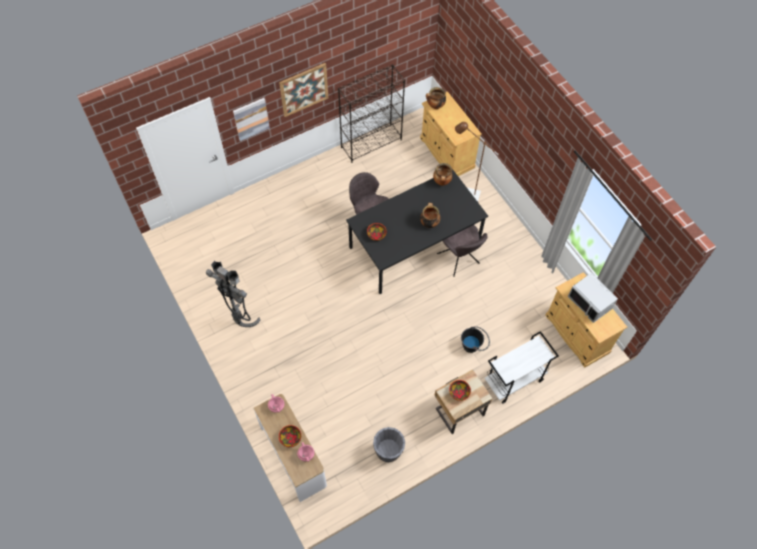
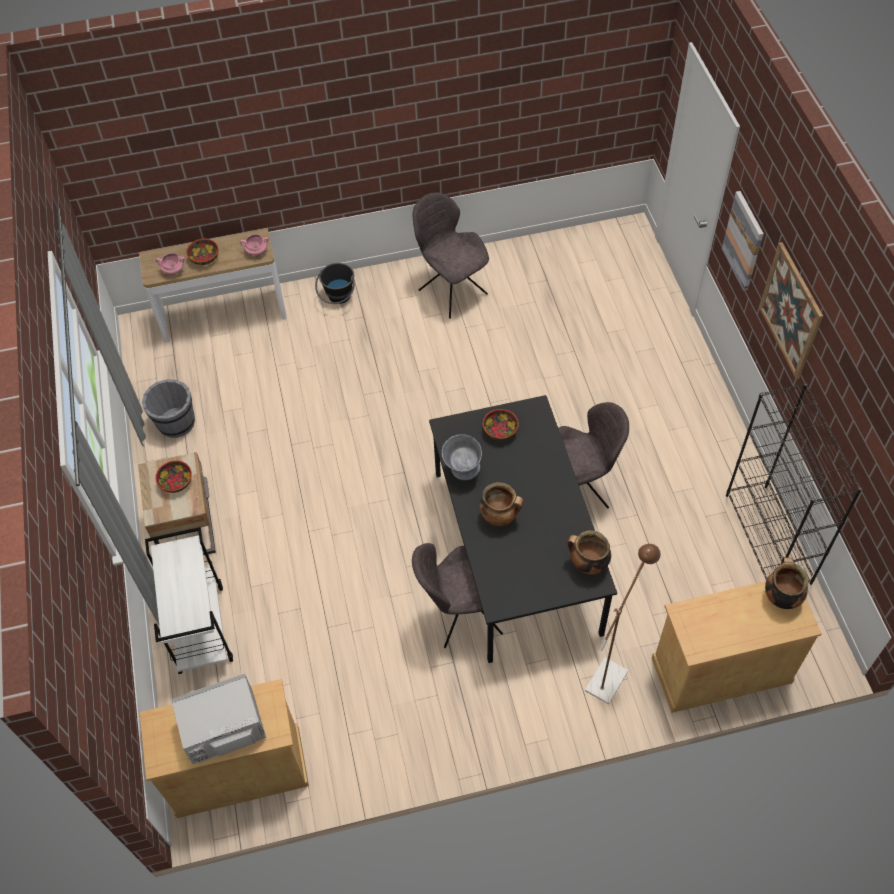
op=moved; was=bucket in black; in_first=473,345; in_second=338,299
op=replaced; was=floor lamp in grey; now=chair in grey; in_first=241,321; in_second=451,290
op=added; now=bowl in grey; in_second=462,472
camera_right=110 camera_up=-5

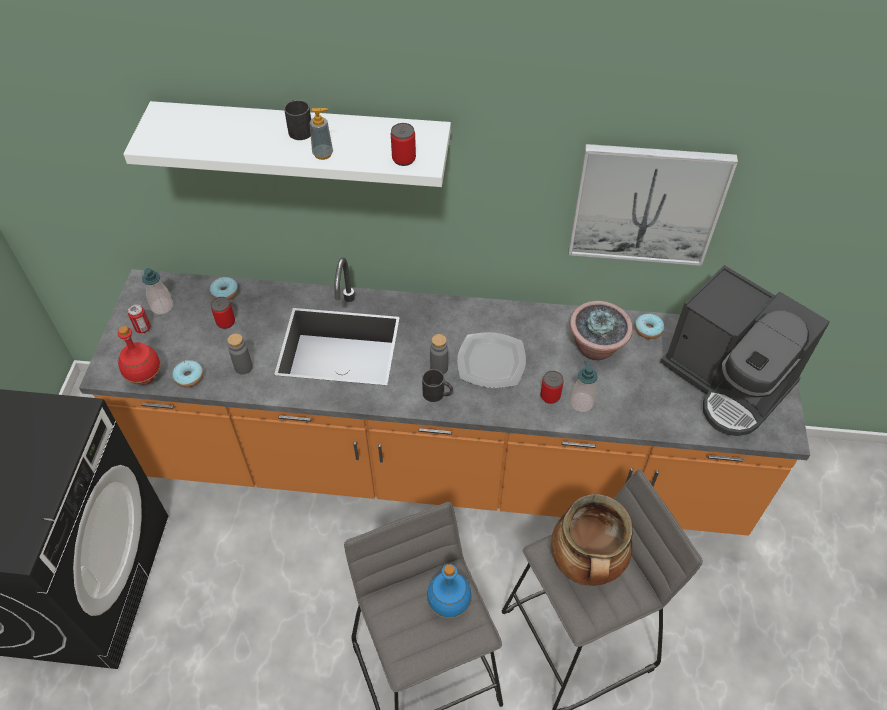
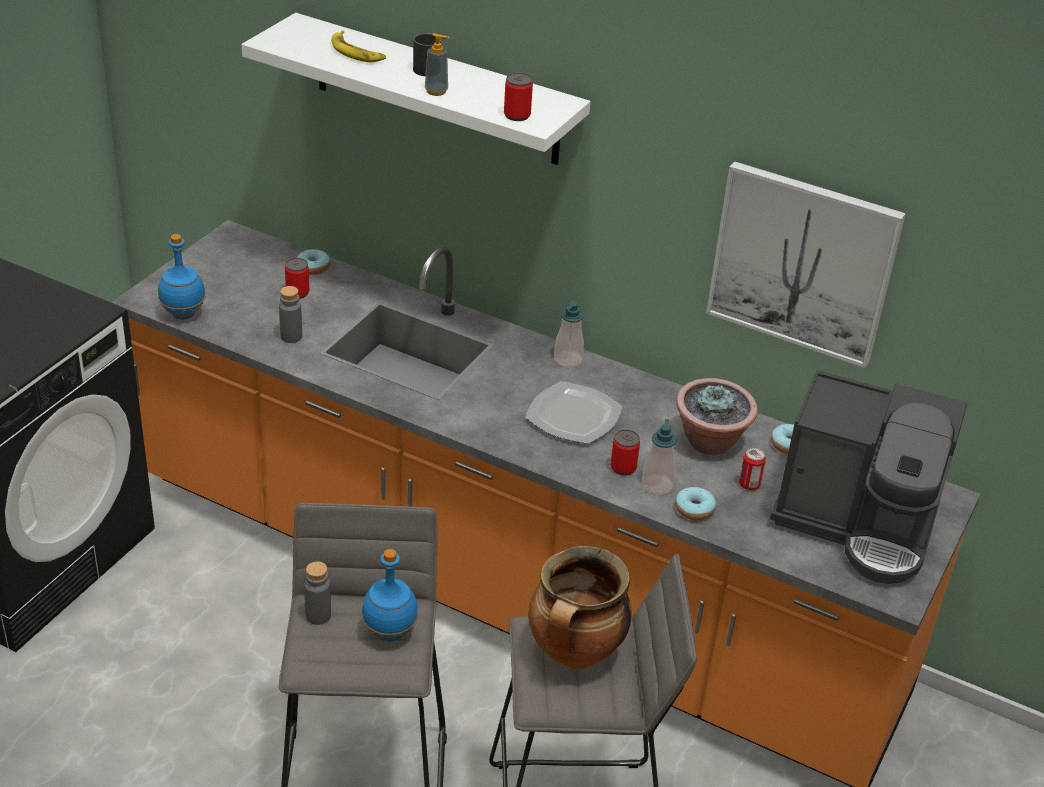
op=recoloured; was=bottle in red; now=bottle in blue; in_first=145,377; in_second=182,314
op=moved; was=bottle in grey; in_first=439,368; in_second=318,615
op=added; now=banana; in_second=356,52
op=moved; was=soap dispenser; in_first=162,306; in_second=568,360
op=moved; was=donut; in_first=189,377; in_second=694,509
op=moved; was=can; in_first=143,328; in_second=749,485
op=turned; was=coffee machine; in_first=727,381; in_second=857,523; clockwise=-45
op=removed; was=mug in black; in_first=438,394
camera_right=20 camera_up=-15

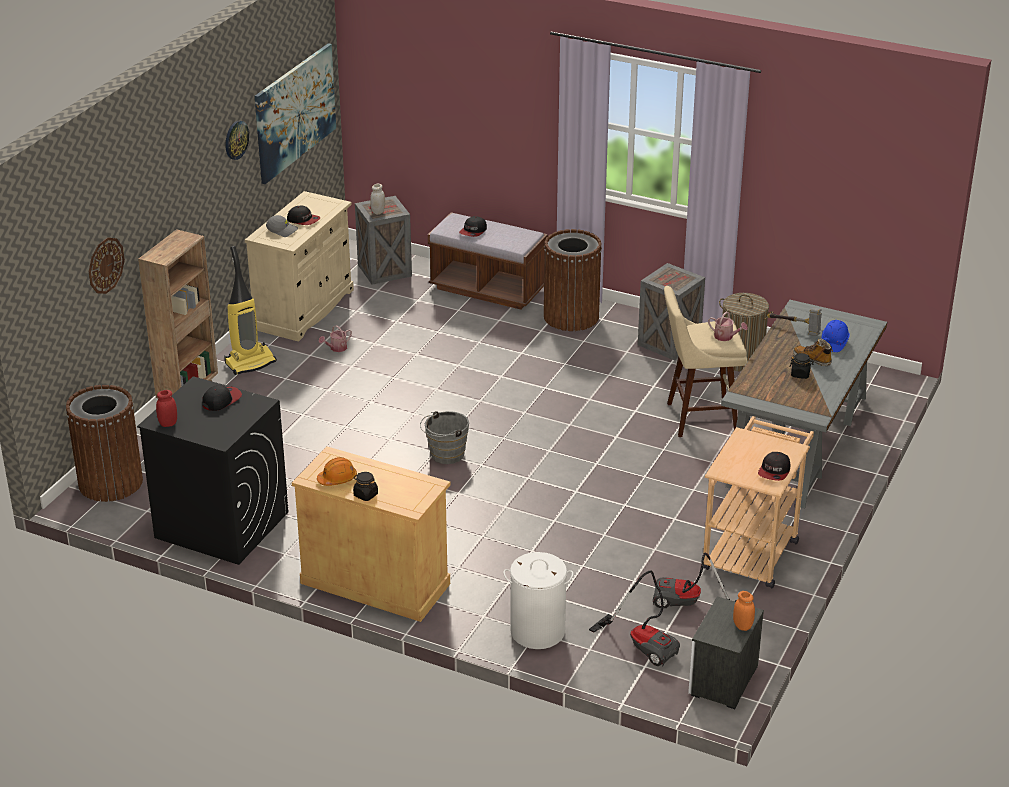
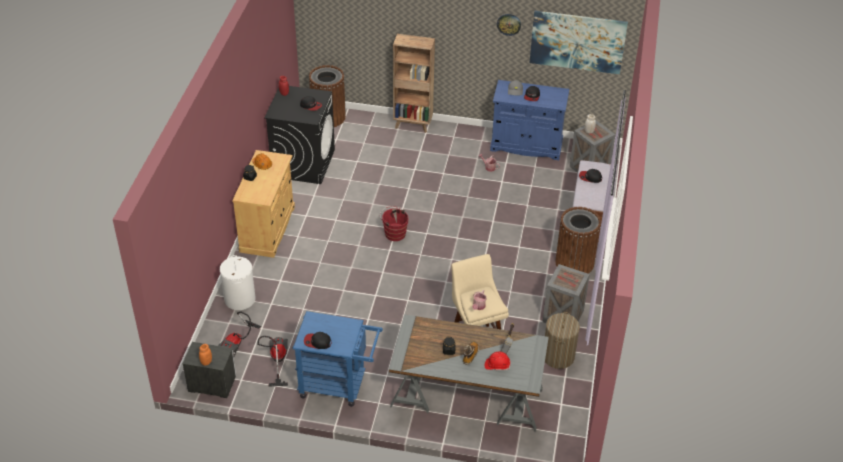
op=recoloured; was=cart in beige; now=cart in blue; in_first=753,549; in_second=339,385
op=recoloured; was=bucket in grey; now=bucket in red; in_first=444,455; in_second=394,233
op=recoloured; was=hard hat in blue; now=hard hat in red; in_first=834,343; in_second=497,365
op=recoloured; was=cabinet in beige; now=cabinet in blue; in_first=304,309; in_second=526,145
op=removed; was=wall clock; in_first=105,265
op=removed; was=vacuum cleaner; in_first=250,362
camera_right=75 camera_up=10

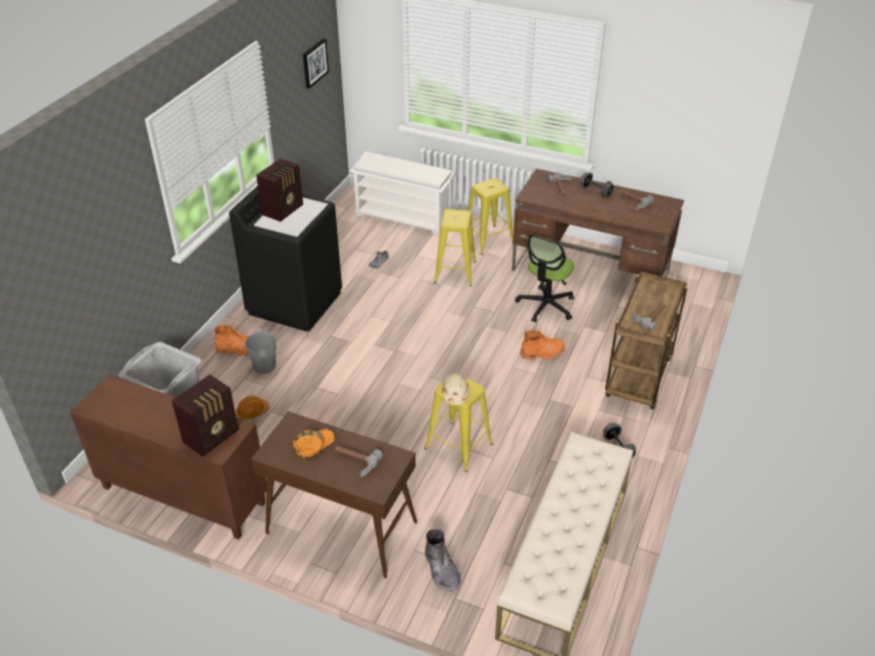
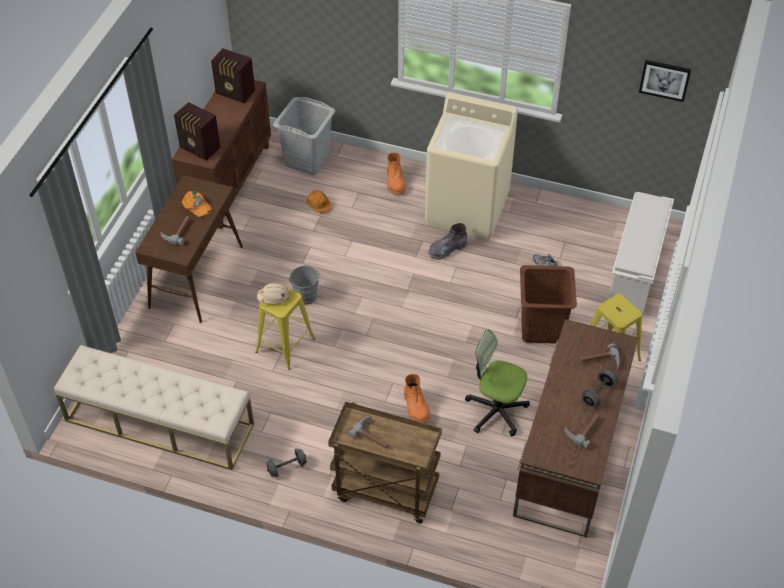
op=moved; was=radio; in_first=284,210; in_second=235,93
op=moved; was=bucket in grey; in_first=267,365; in_second=306,298
op=recoloured; was=washing machine in black; now=washing machine in beige; in_first=295,302; in_second=467,209
op=moved; was=boot in grey; in_first=442,570; in_second=447,249
op=replaced; was=stool in yellow; now=laundry basket in brown; in_first=455,272; in_second=542,328
camera_right=85 camera_up=10

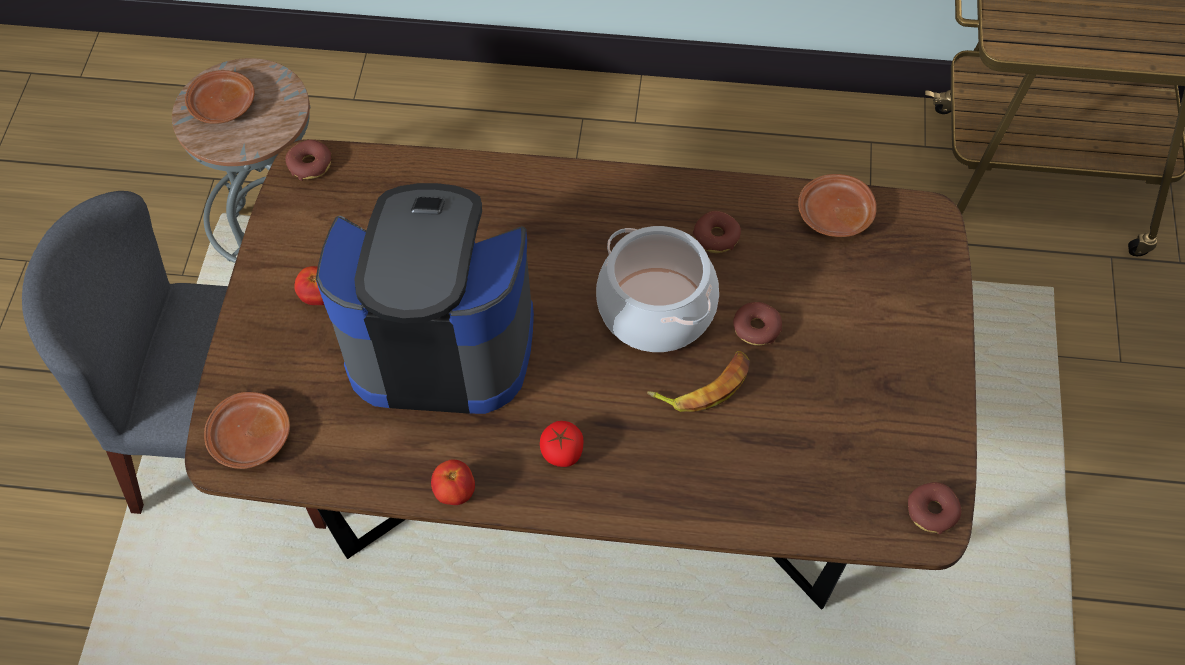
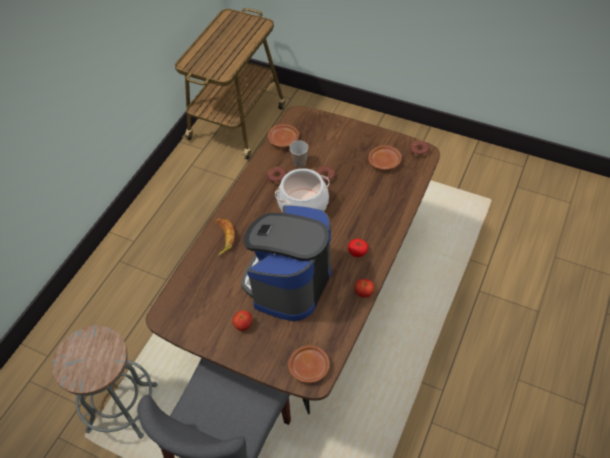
op=moved; was=banana; in_first=704,386; in_second=223,237
op=added; now=cup; in_second=299,162
op=moved; was=plate in brown; in_first=223,106; in_second=384,161
op=removed; was=donut; in_first=310,165
camera_right=-70 camera_up=-5

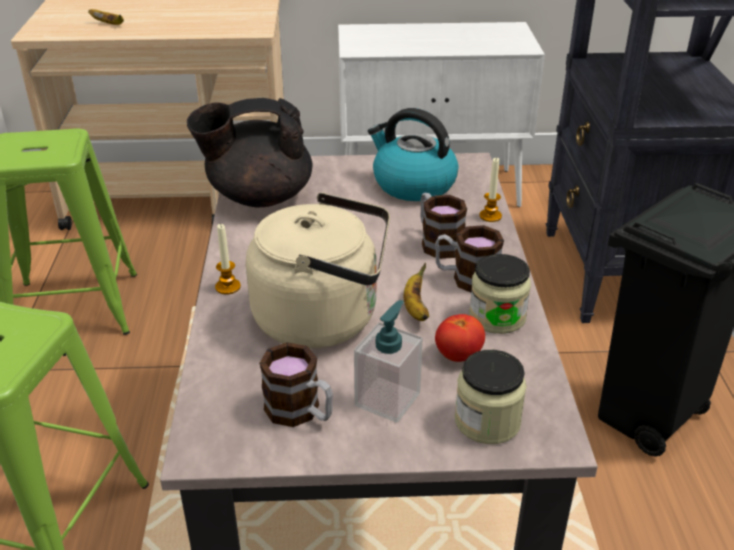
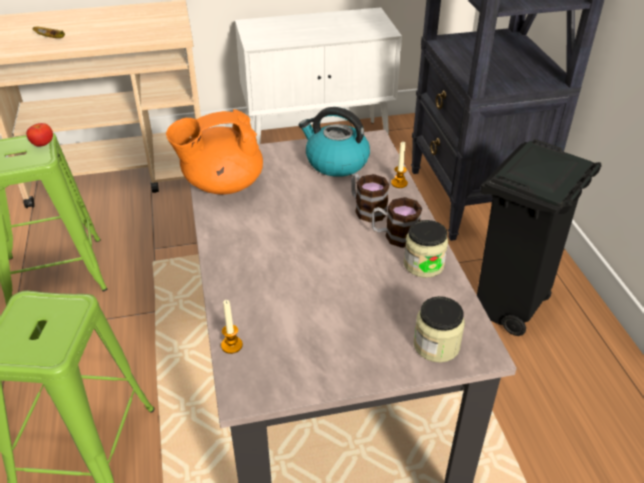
op=moved; was=tomato; in_first=458,355; in_second=43,144
op=recoloured; was=teapot in black; now=teapot in orange; in_first=258,197; in_second=222,185
op=moved; was=candle; in_first=228,287; in_second=231,345
op=removed; was=kettle in beige; in_first=324,318
op=removed; was=mug; in_first=301,412
op=removed; was=soap dispenser; in_first=387,399
op=removed; was=banana; in_first=415,308
camera_right=-10 camera_up=5

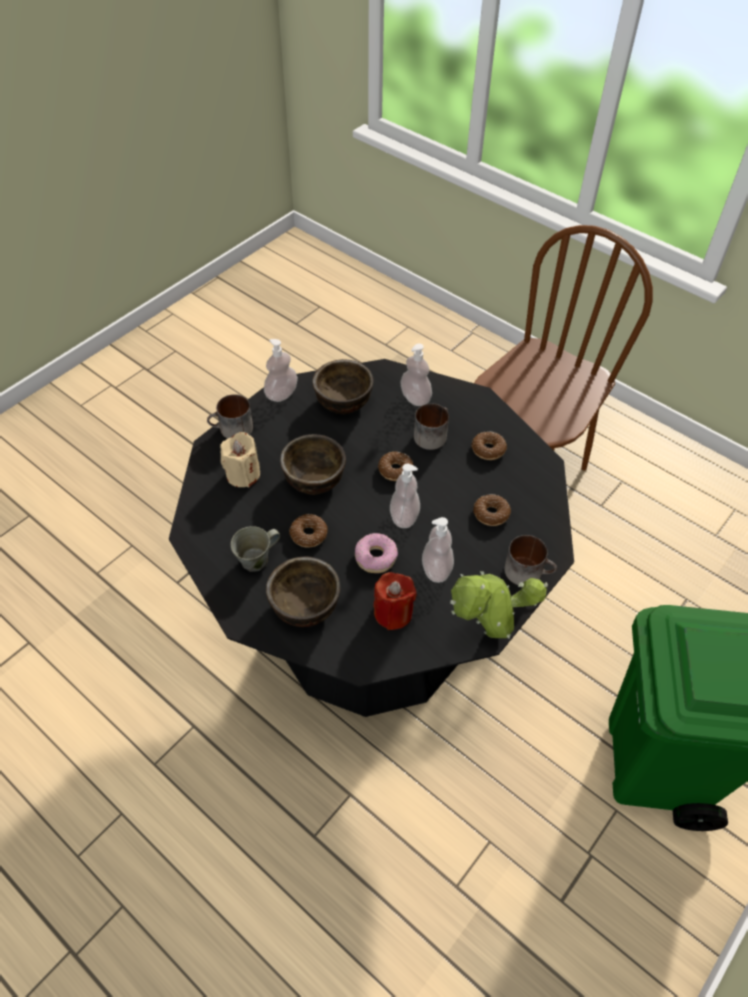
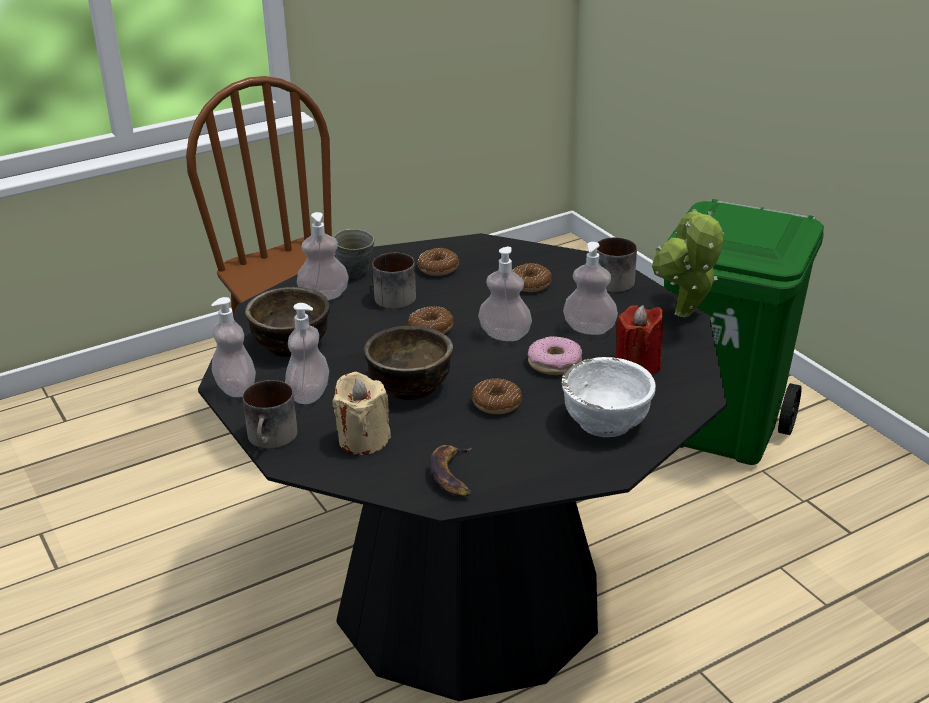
op=added; now=soap dispenser; in_second=309,394
op=moved; was=mug in grey; in_first=257,560; in_second=354,271
op=added; now=banana; in_second=453,475
op=recoloured; was=bowl in brown; now=bowl in white; in_first=305,606; in_second=605,422
camera_right=-70 camera_up=-20

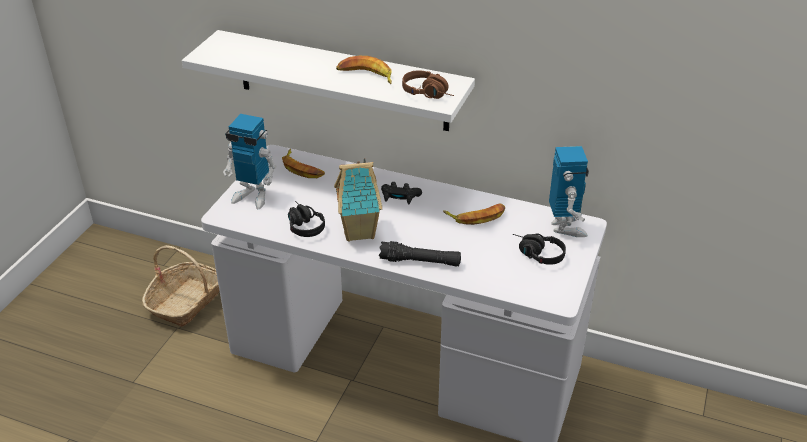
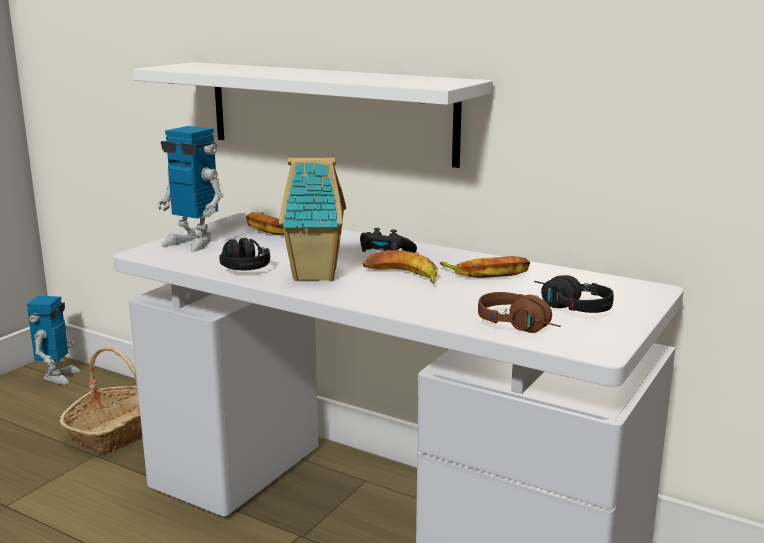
op=moved; was=toy robot; in_first=565,226; in_second=58,376
op=moved; was=banana; in_first=366,75; in_second=402,276
op=moved; was=headphones in brown; in_first=430,94; in_second=521,326
op=removed; was=flashlight in black; in_first=420,261
camera_right=10 camera_up=-20

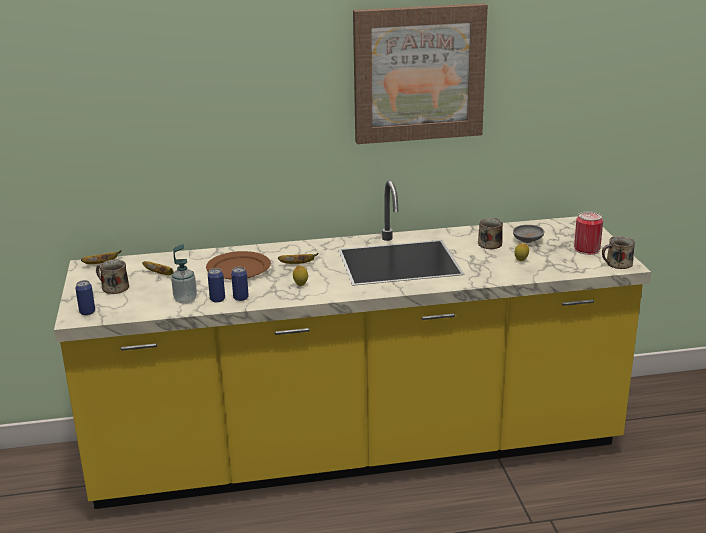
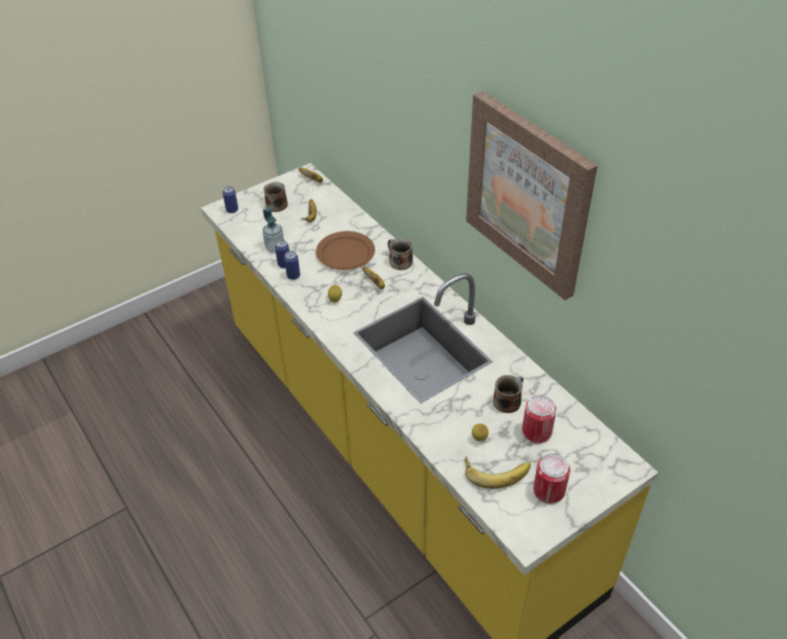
op=moved; was=mug; in_first=618,264; in_second=399,261
op=added; now=banana; in_second=496,470
op=replaced; was=bowl in grey; now=can; in_first=528,241; in_second=536,432
camera_right=65 camera_up=20

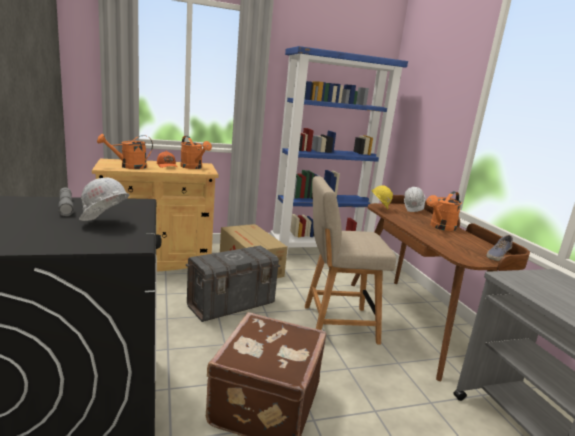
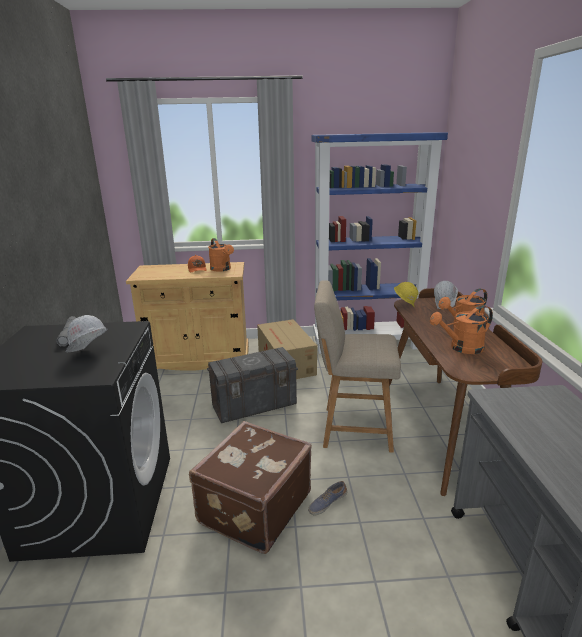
op=moved; was=shoe; in_first=497,255; in_second=327,503
op=moved; was=watering can in orange; in_first=129,166; in_second=461,348
camera_right=15 camera_up=5

